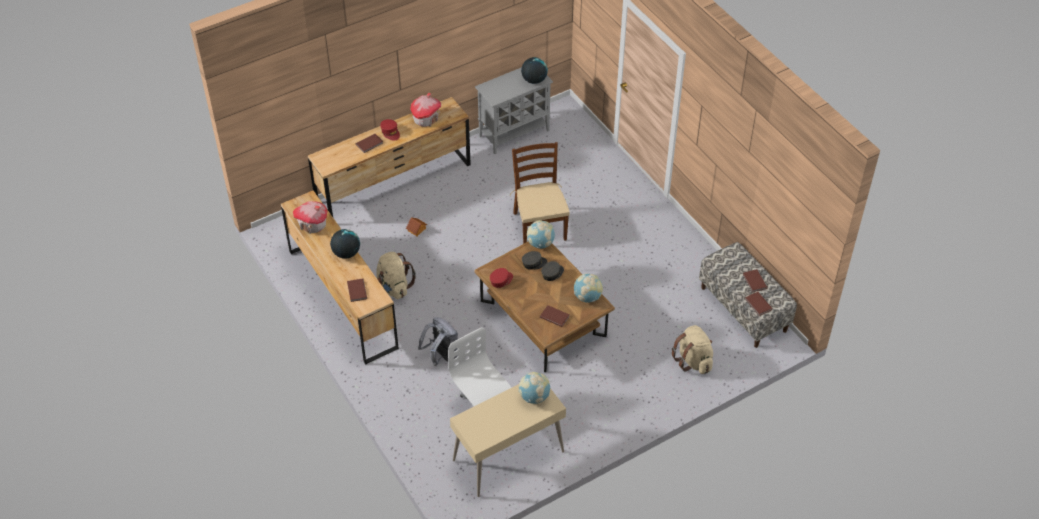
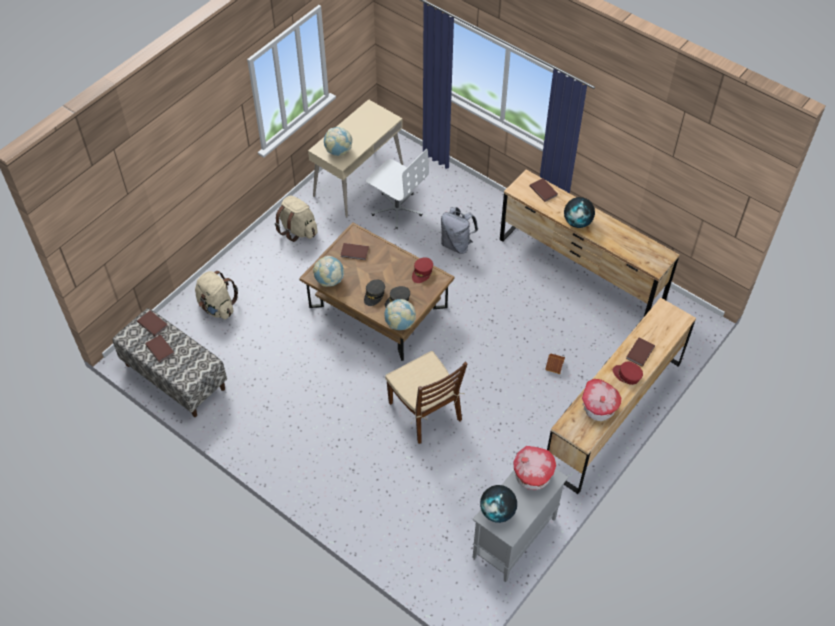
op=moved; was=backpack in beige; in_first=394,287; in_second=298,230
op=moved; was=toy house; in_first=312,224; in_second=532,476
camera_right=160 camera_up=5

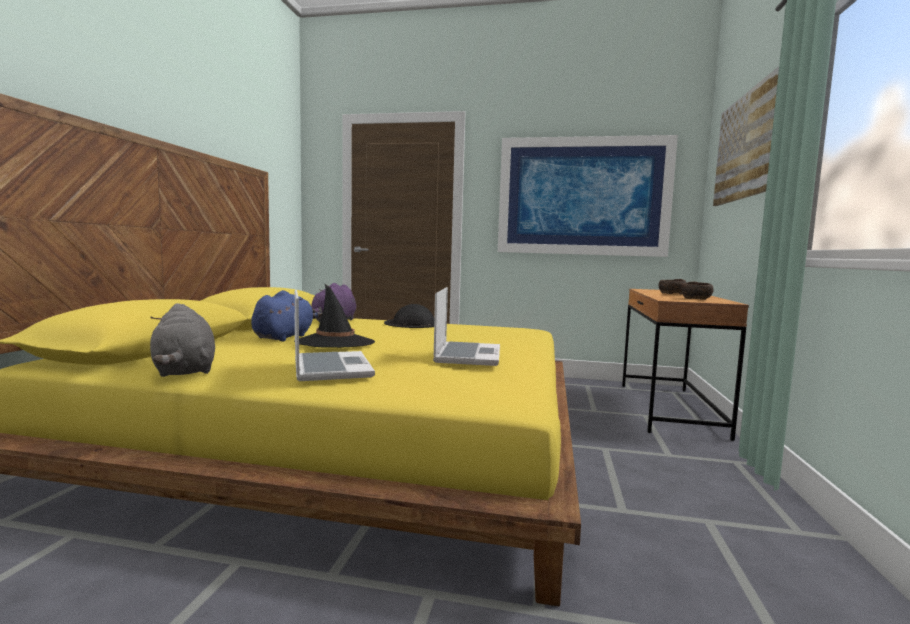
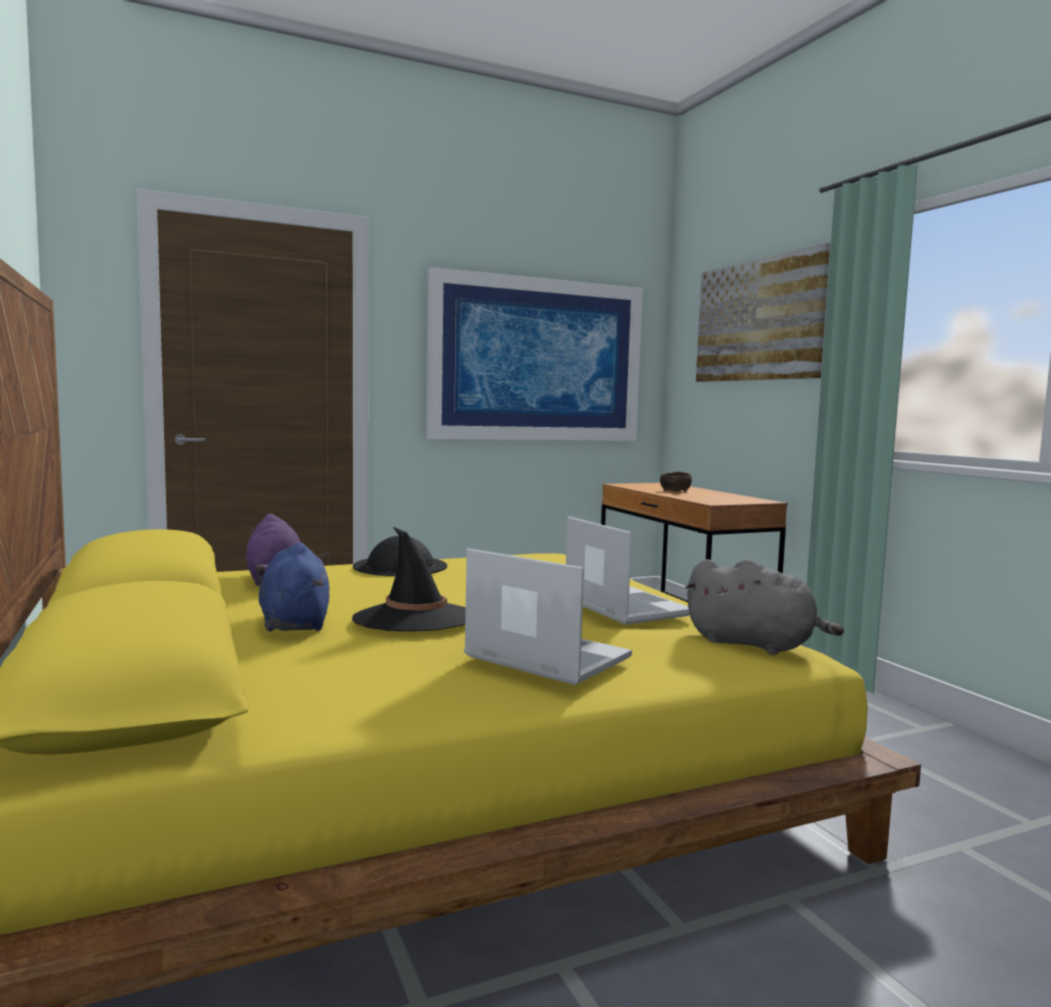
op=moved; was=plush toy in grey; in_first=184,371; in_second=755,645
op=removed; was=bowl in brown; in_first=696,299
camera_right=-35 camera_up=0

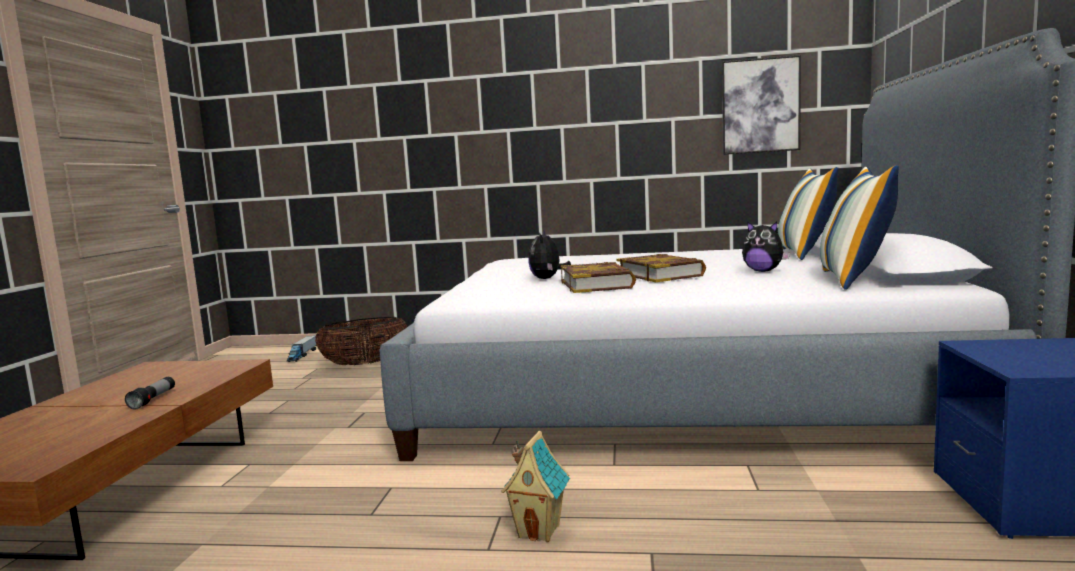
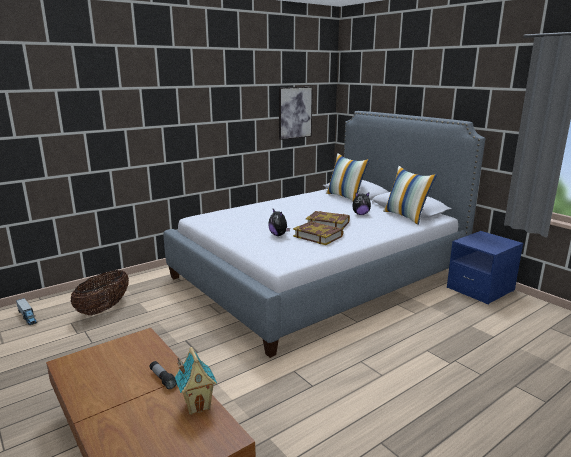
op=moved; was=toy house; in_first=539,531; in_second=197,405
camera_right=-45 camera_up=10

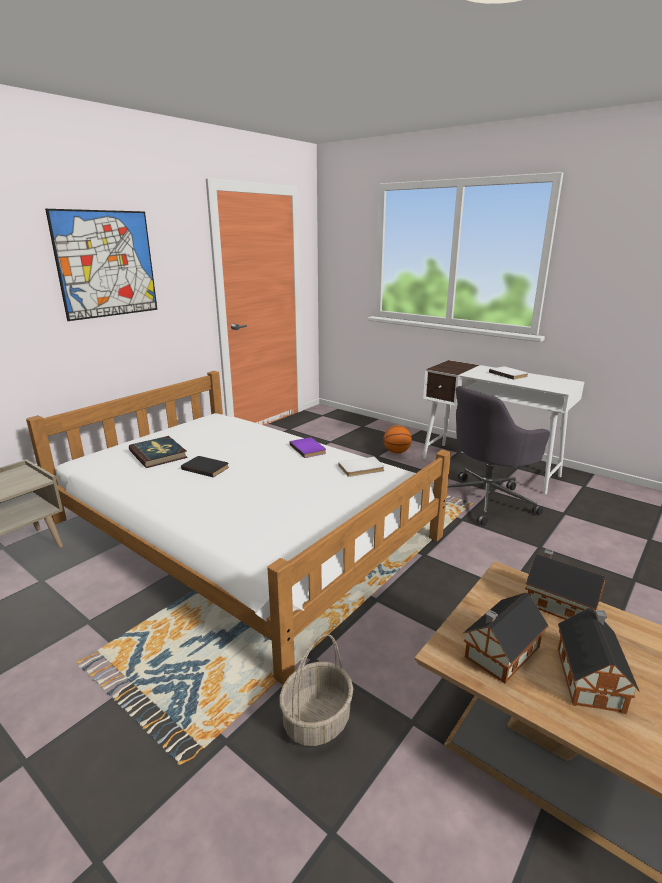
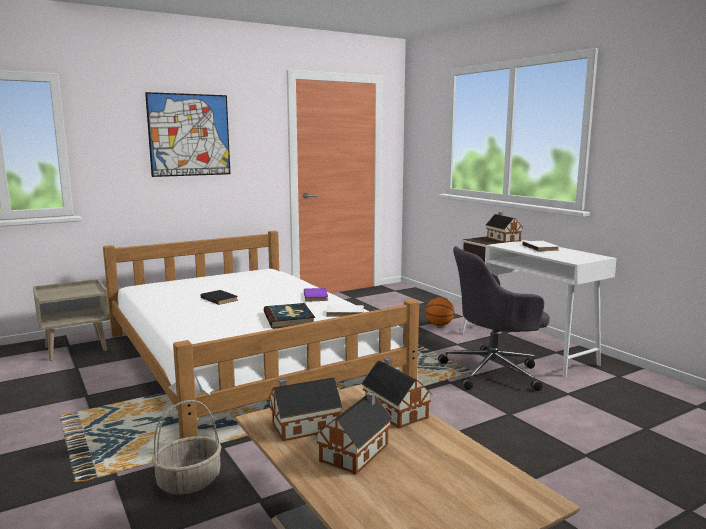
op=moved; was=book; in_first=158,454; in_second=289,318
op=added; now=toy house; in_second=502,239
camera_right=20 camera_up=-10

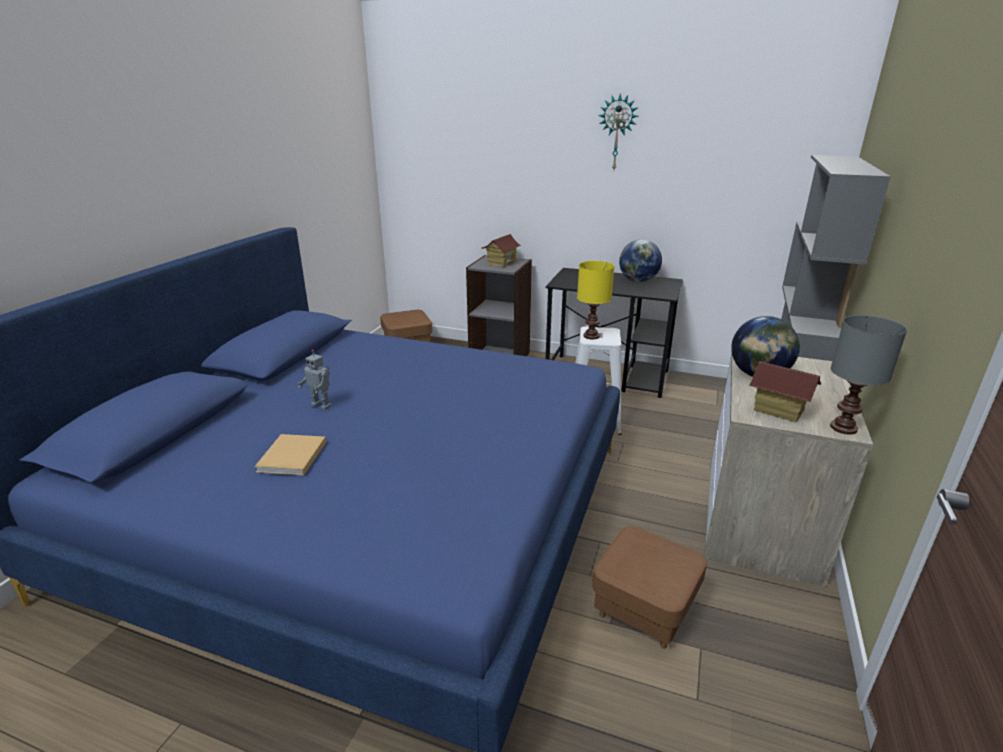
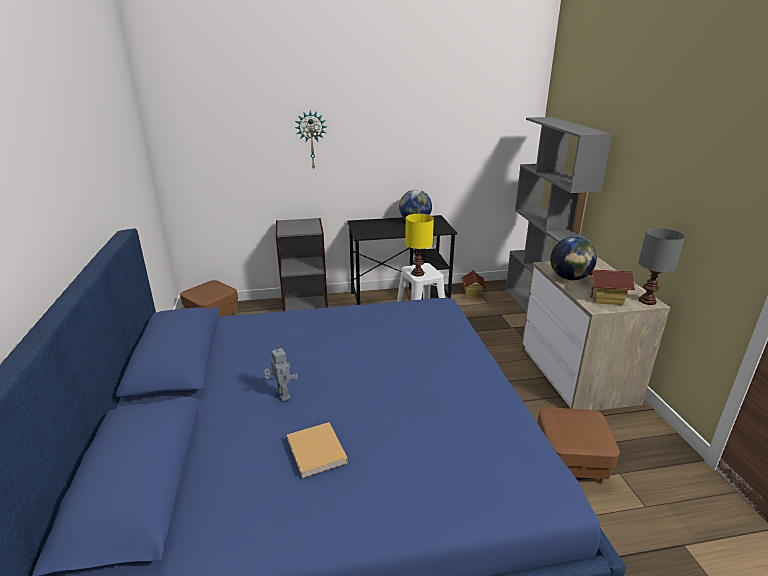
op=turned; was=toy robot; in_first=322,405; in_second=282,395; clockwise=-120
op=moved; was=wall clock; in_first=617,133; in_second=311,140
op=moved; was=toy house; in_first=501,263; in_second=472,293
camera_right=-30 camera_up=0

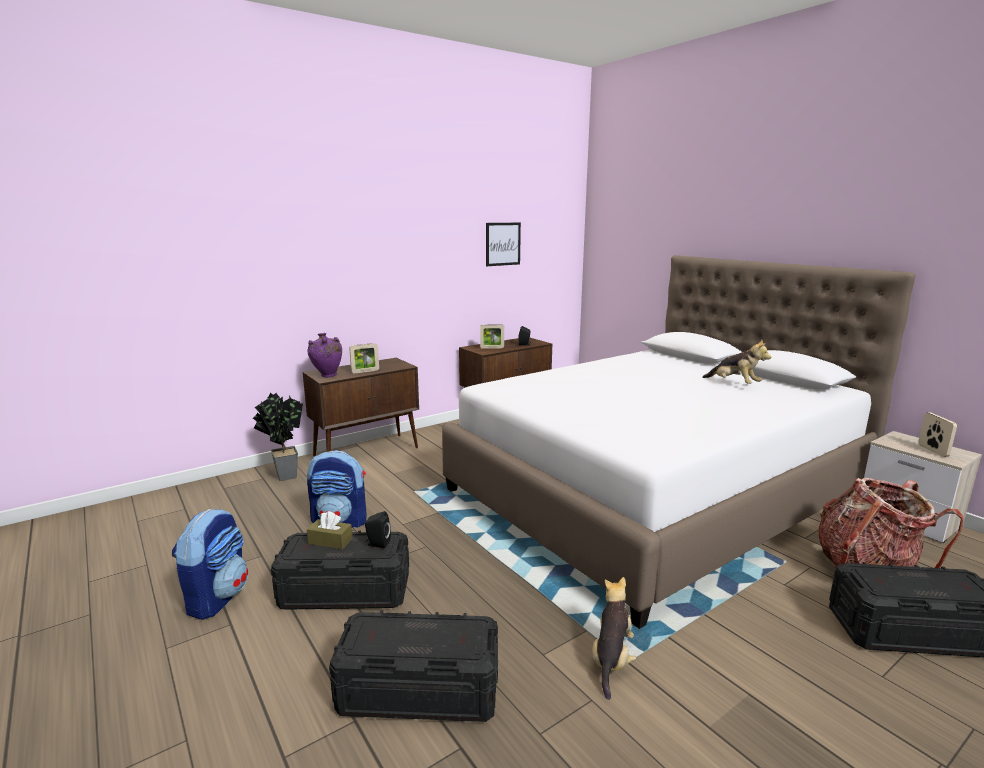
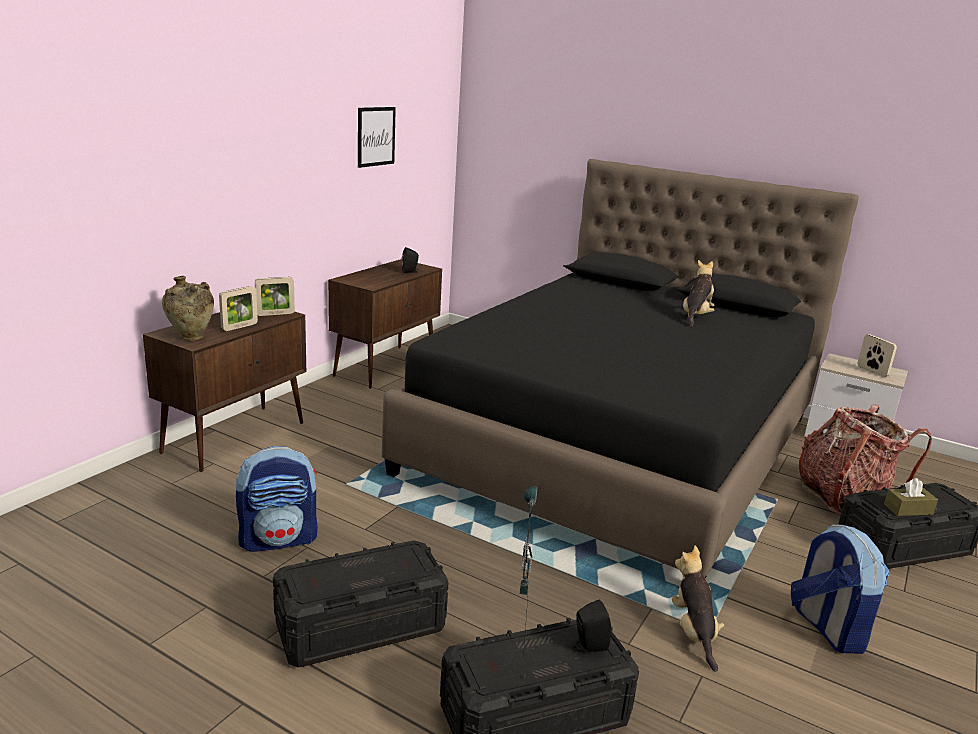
op=recoloured; was=vase in purple; now=vase in beige; in_first=327,376; in_second=191,338
op=moved; was=picture frame; in_first=492,348; in_second=275,314
op=recoloured; was=bed in white; now=bed in black; in_first=655,492; in_second=618,444
op=added; now=table lamp; in_second=515,669
op=moved; was=speaker in black; in_first=377,544; in_second=588,646
op=turned; was=plush toy; in_first=734,384; in_second=696,316; clockwise=-90
op=moved; was=backpack; in_first=217,597; in_second=827,627
op=moved; was=tissue box in brown; in_first=330,541; in_second=908,509
op=removed; was=potted plant; in_first=283,476
camera_right=-25 camera_up=5

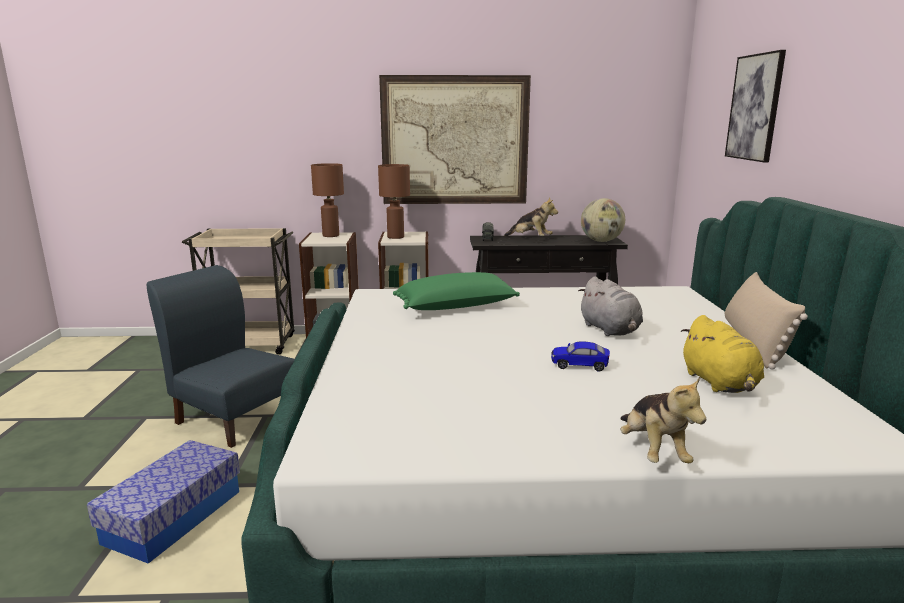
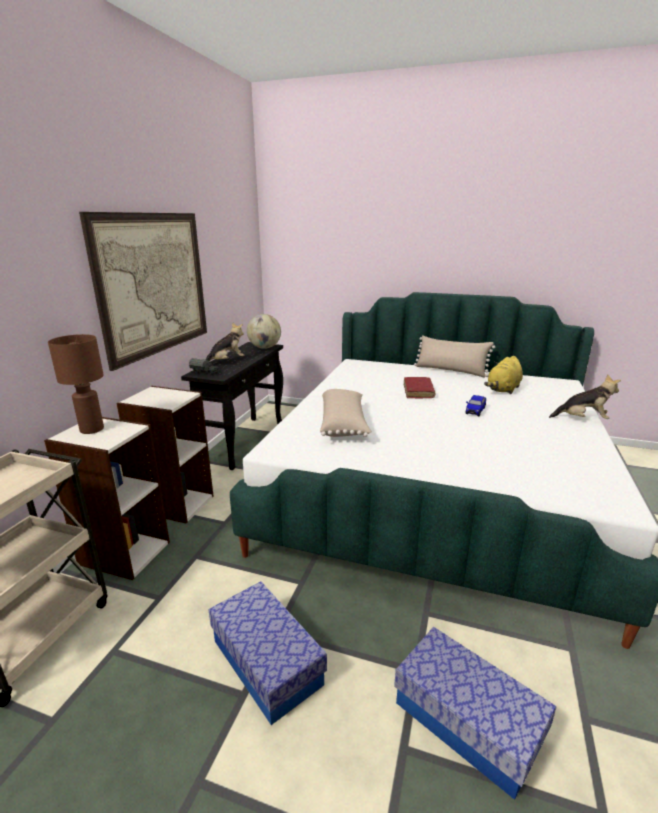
op=replaced; was=chair in blue; now=storage box; in_first=234,418; in_second=266,662
op=recoloured; was=pillow in green; now=pillow in beige; in_first=456,308; in_second=344,424
op=replaced; was=plush toy in grey; now=book in red; in_first=610,330; in_second=418,392
op=turned; was=plush toy in yellow; in_first=720,383; in_second=503,389; clockwise=120
op=removed; was=table lamp in brown; in_first=396,237
op=removed; was=picture; in_first=755,107
camera_right=-70 camera_up=5

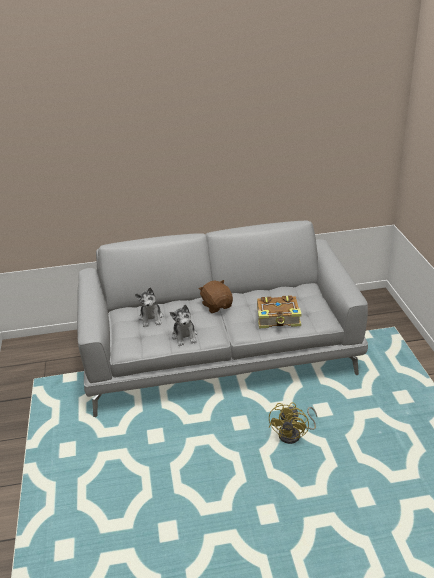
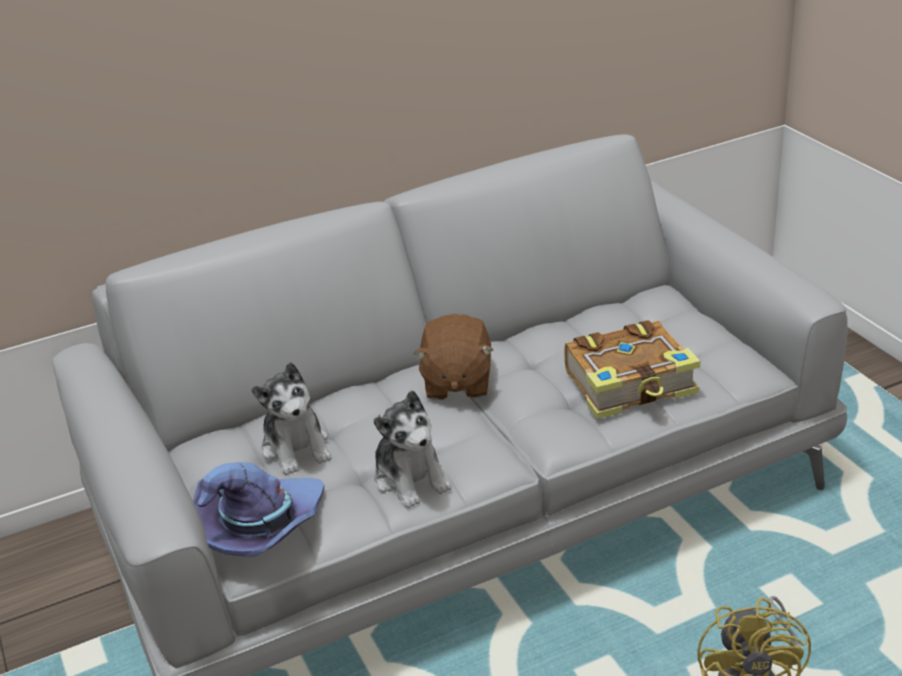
op=added; now=hat in purple; in_second=261,527
op=turned; was=plush toy in brown; in_first=217,306; in_second=456,383; clockwise=-135
camera_right=-15 camera_up=0

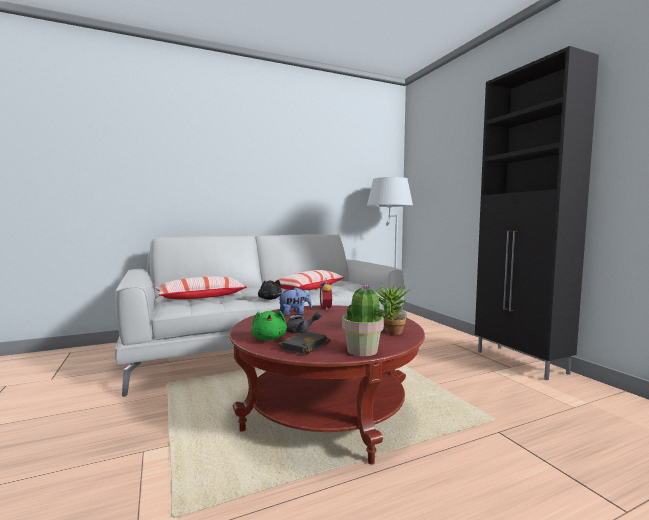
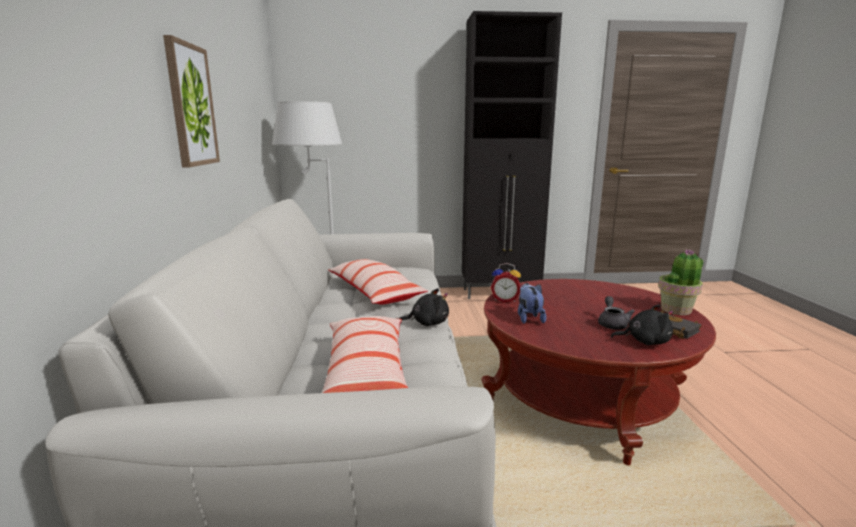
op=added; now=picture; in_second=191,105
op=recoloured; was=plush toy in green; now=plush toy in black; in_first=269,338; in_second=644,341
op=removed; was=potted plant; in_first=390,333
camera_right=-70 camera_up=10

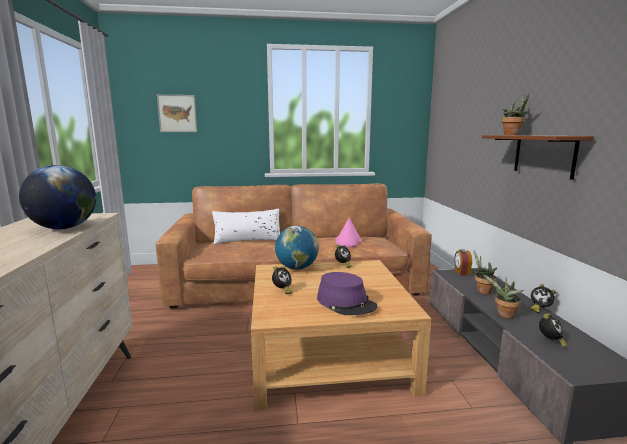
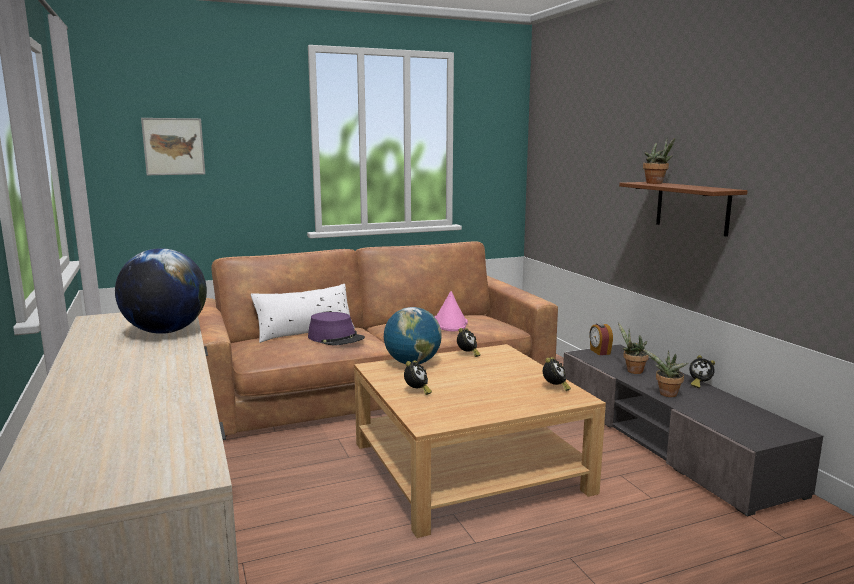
op=moved; was=hat in purple; in_first=346,302; in_second=336,338
op=moved; was=alarm clock; in_first=550,342; in_second=555,388
camera_right=-15 camera_up=0

